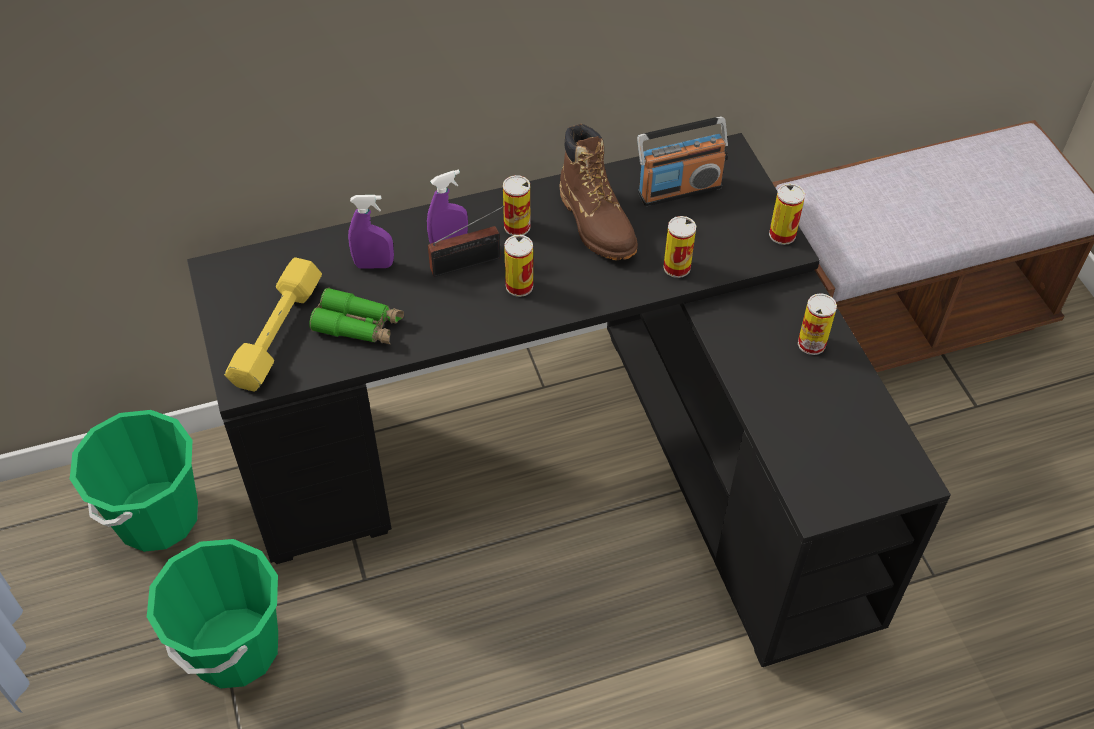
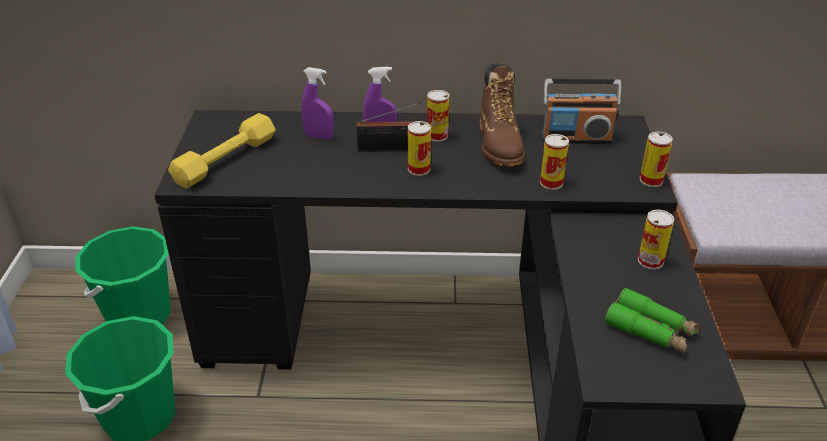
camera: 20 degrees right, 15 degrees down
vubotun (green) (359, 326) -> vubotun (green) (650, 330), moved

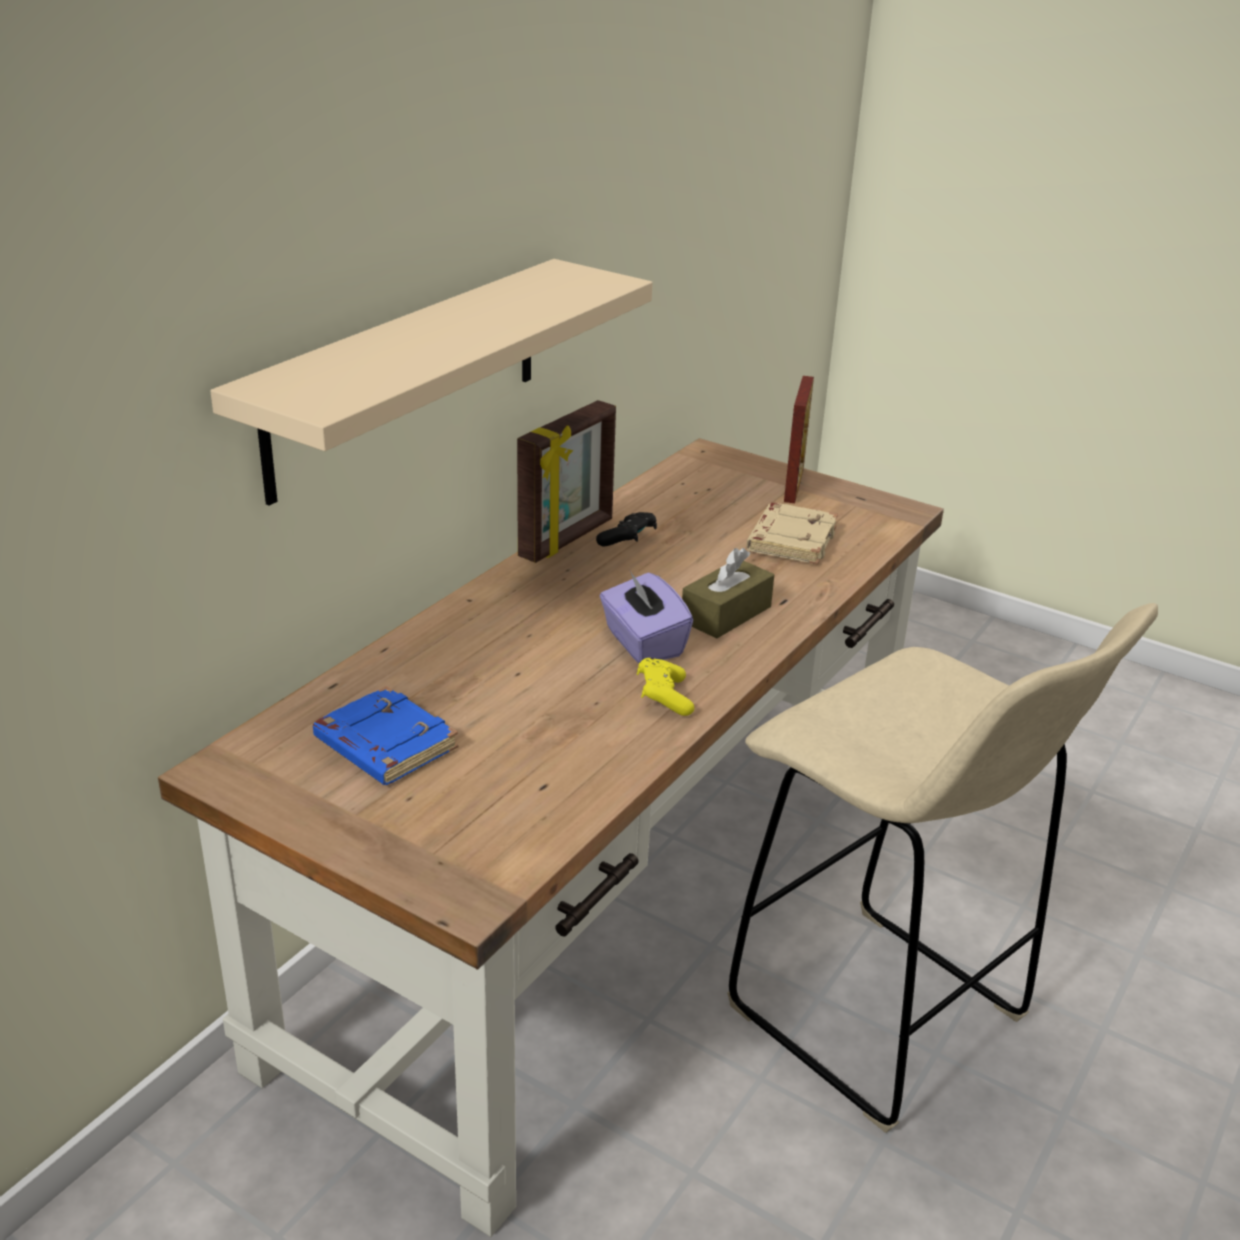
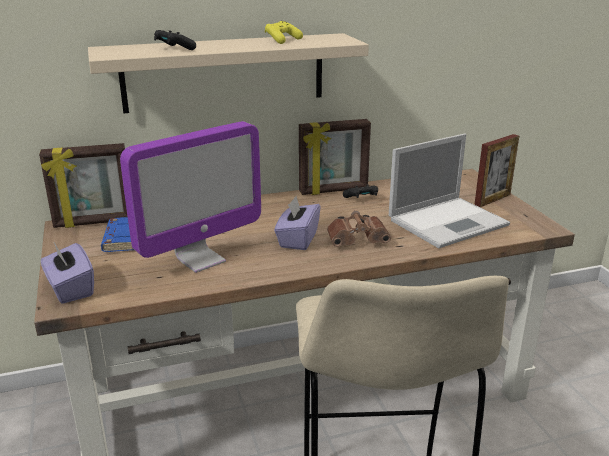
camera: 40 degrees right, 5 degrees down
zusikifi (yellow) (663, 698) -> zusikifi (yellow) (282, 40), moved
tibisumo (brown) (726, 614) -> vubotun (brown) (359, 241)
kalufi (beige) (790, 540) -> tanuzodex (449, 222)
none -> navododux (94, 223)
none -> tibisumo (purple) (70, 289)
none -> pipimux (200, 260)
none -> zusikifi (black) (174, 49)

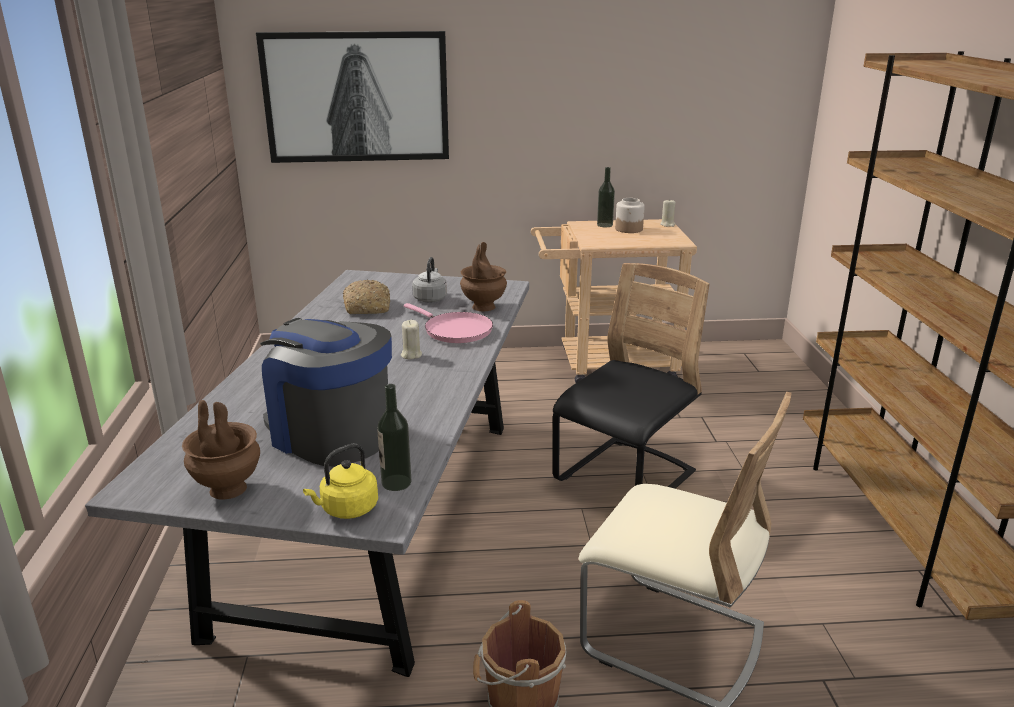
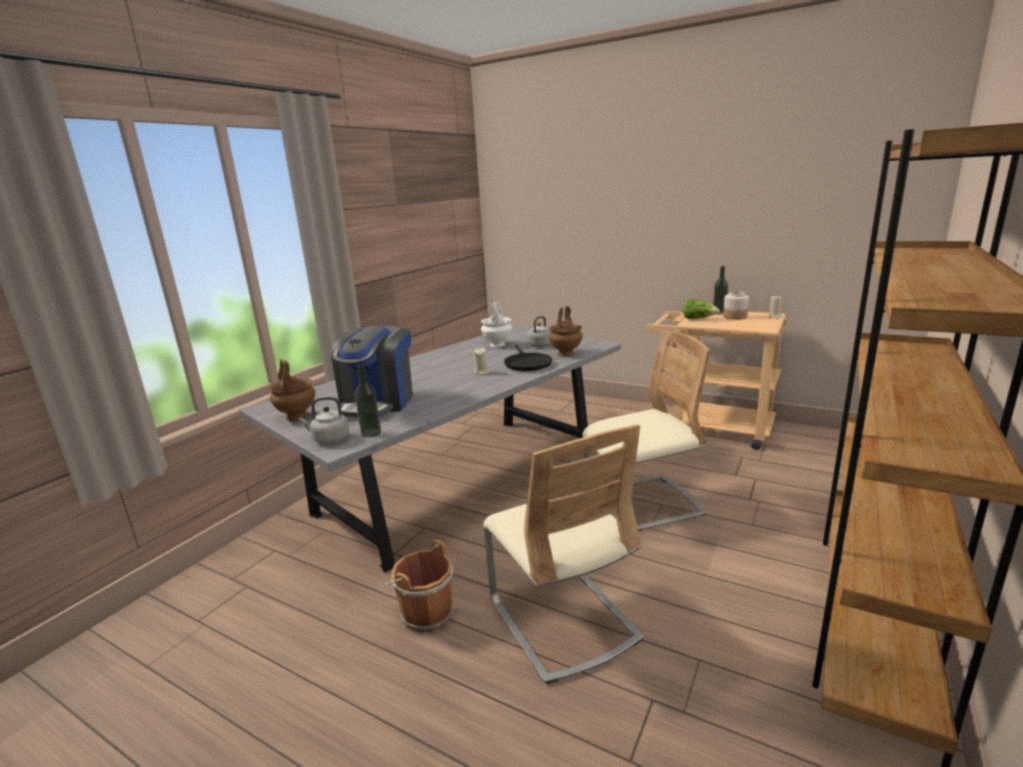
camera: 35 degrees right, 5 degrees down
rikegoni (356, 97) -> none
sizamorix (330, 434) -> sizamorix (378, 403), 150 degrees counterclockwise
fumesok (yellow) (347, 509) -> fumesok (grey) (329, 439)
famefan (368, 307) -> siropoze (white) (497, 345)
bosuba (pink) (455, 330) -> bosuba (black) (527, 364)
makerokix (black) (624, 479) -> makerokix (beige) (643, 504)
none -> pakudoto (698, 318)

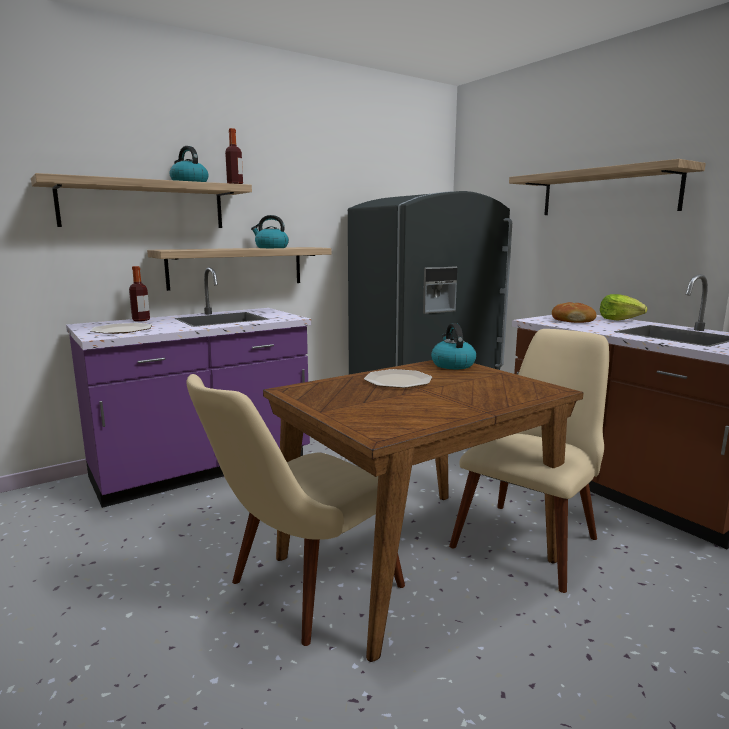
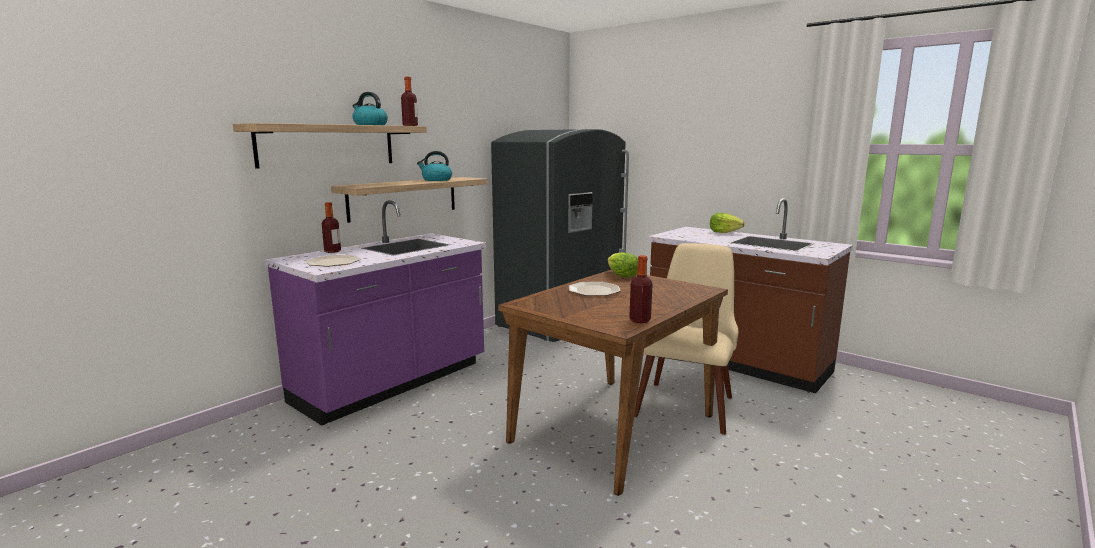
camera: 15 degrees left, 0 degrees up
makerokix (beige) (299, 593) -> none
fumesok (452, 365) -> pakudoto (621, 275)
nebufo (608, 192) -> none
famefan (572, 320) -> none
none -> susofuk (640, 320)

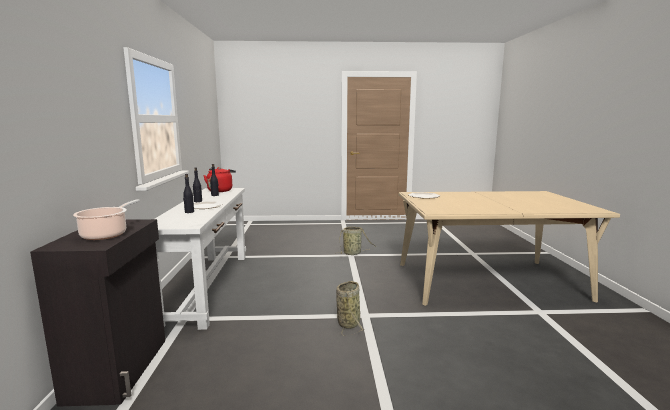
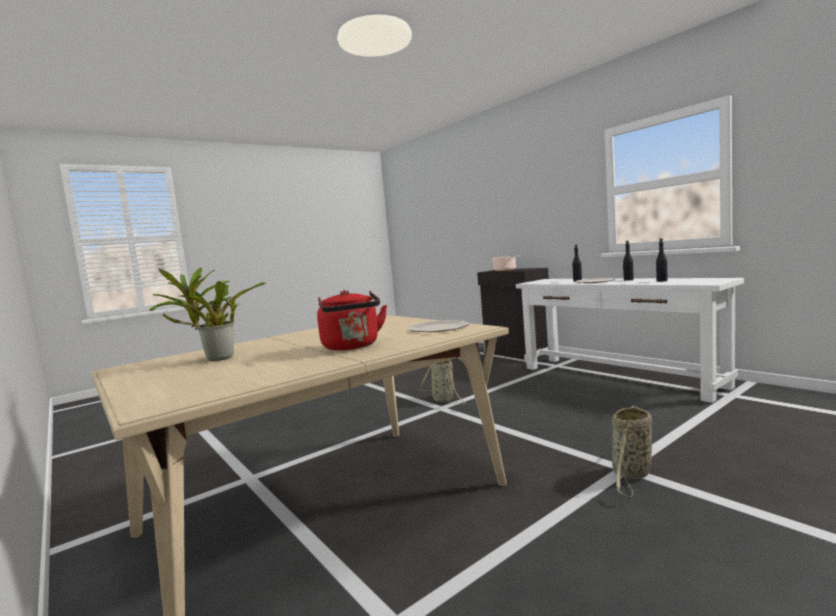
camera: 145 degrees right, 5 degrees down
fumesok (red) (220, 190) -> fumesok (red) (352, 347), moved
none -> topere (216, 359)

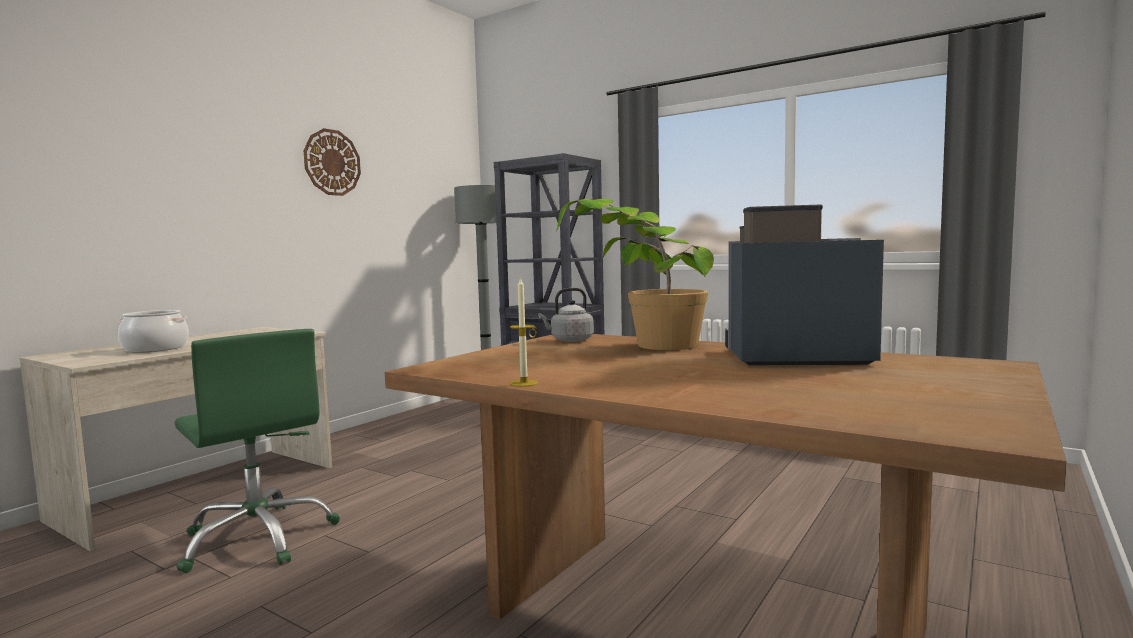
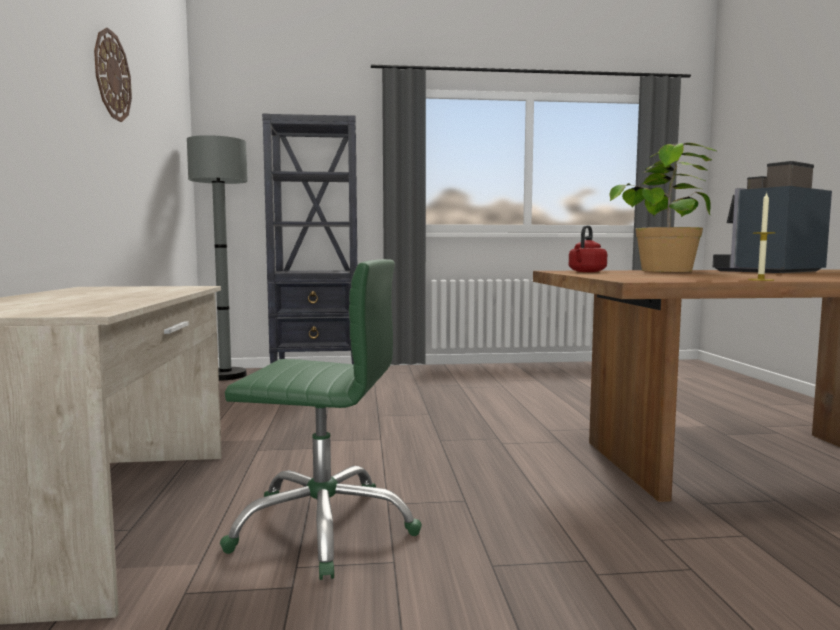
camera: 40 degrees left, 0 degrees up
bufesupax (155, 349) -> none
fumesok (grey) (569, 340) -> fumesok (red) (586, 271)

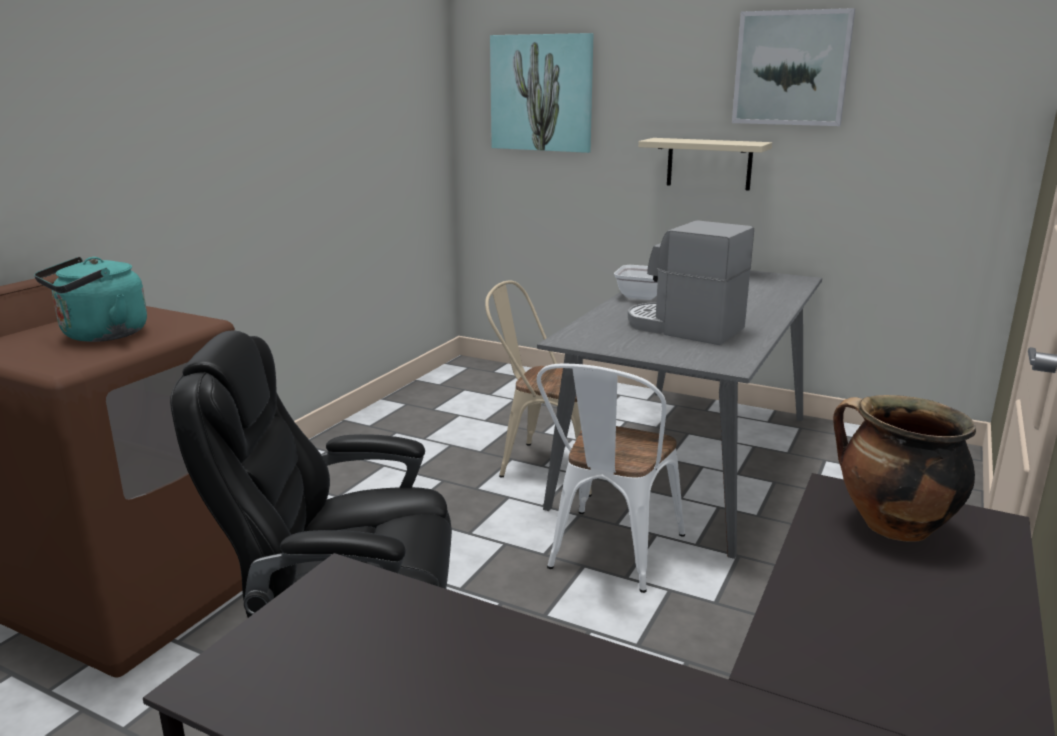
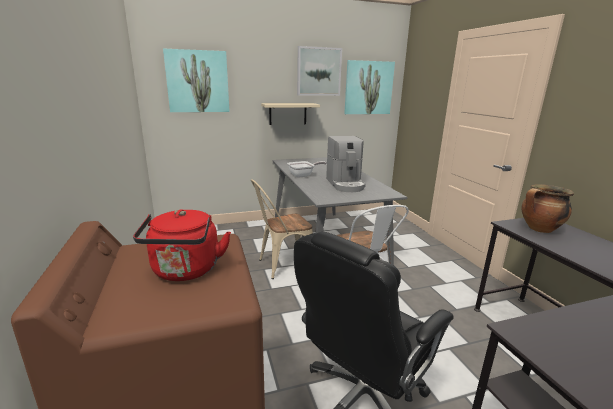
camera: 45 degrees left, 0 degrees up
fumesok (turquoise) (100, 335) -> fumesok (red) (185, 271)
sizamorix (683, 328) -> sizamorix (345, 184), 90 degrees counterclockwise
none -> rikegoni (368, 88)

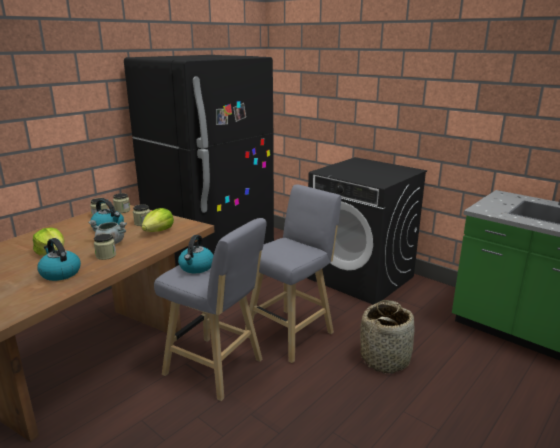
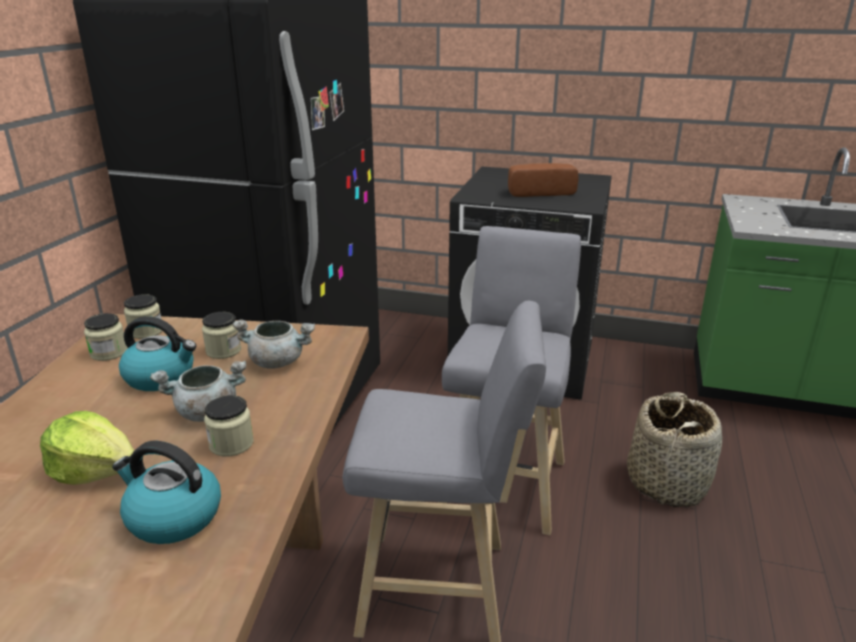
camera: 25 degrees left, 5 degrees up
pakudoto (158, 231) -> bufesupax (grey) (278, 361)
fumesok (196, 267) -> none
none -> famefan (539, 192)

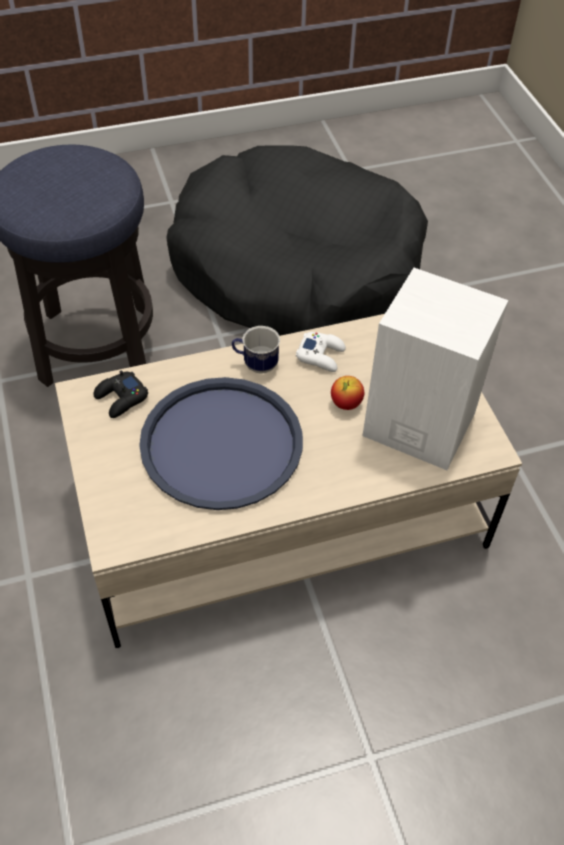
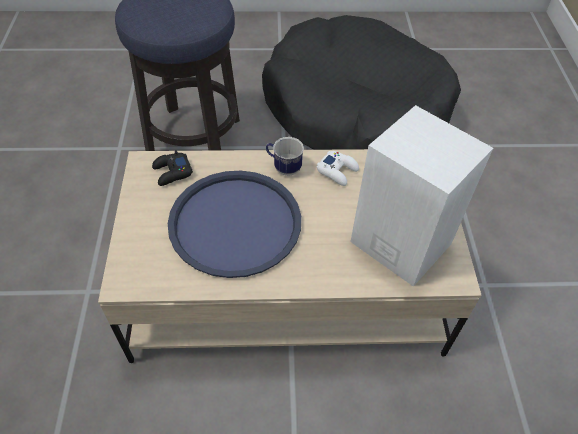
camera: 15 degrees right, 0 degrees up
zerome (346, 404) -> none

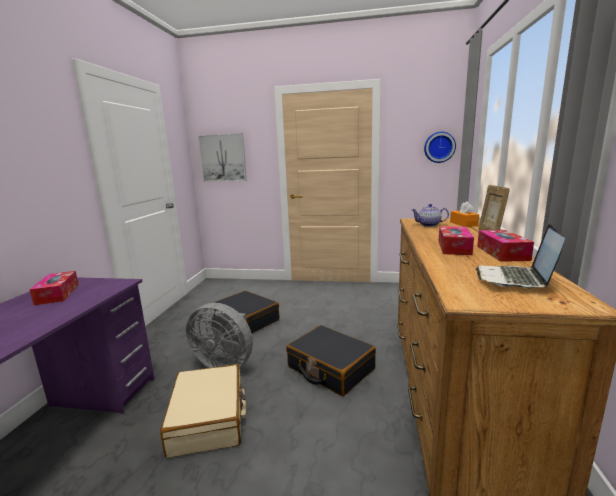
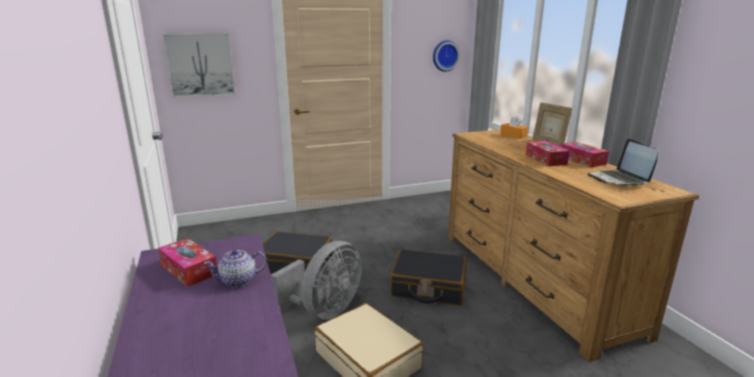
camera: 30 degrees left, 5 degrees up
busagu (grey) (225, 363) -> busagu (grey) (324, 310), 45 degrees counterclockwise
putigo (429, 225) -> putigo (238, 281), moved

